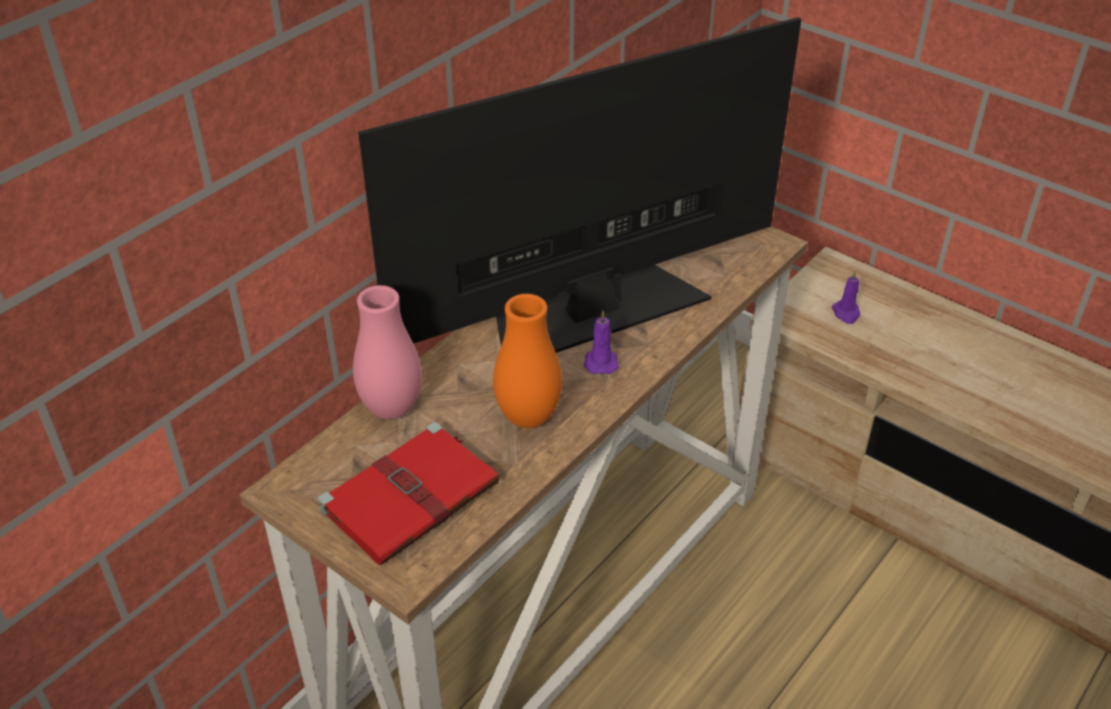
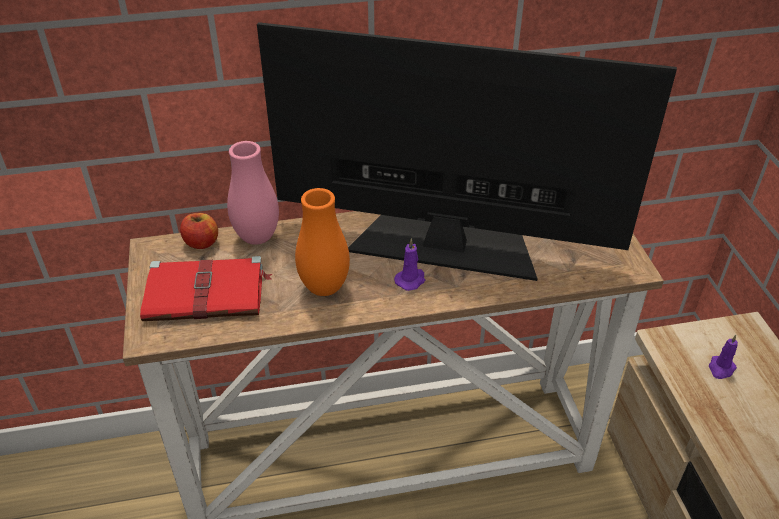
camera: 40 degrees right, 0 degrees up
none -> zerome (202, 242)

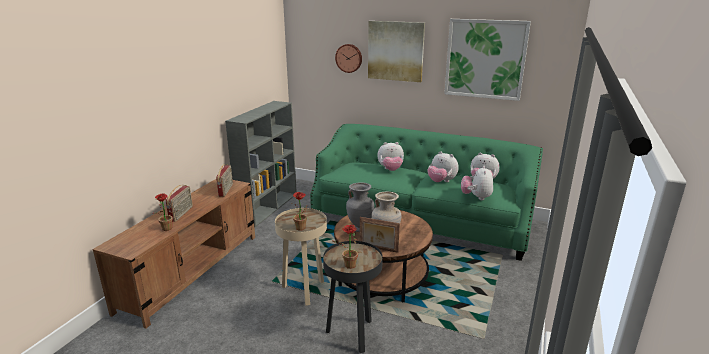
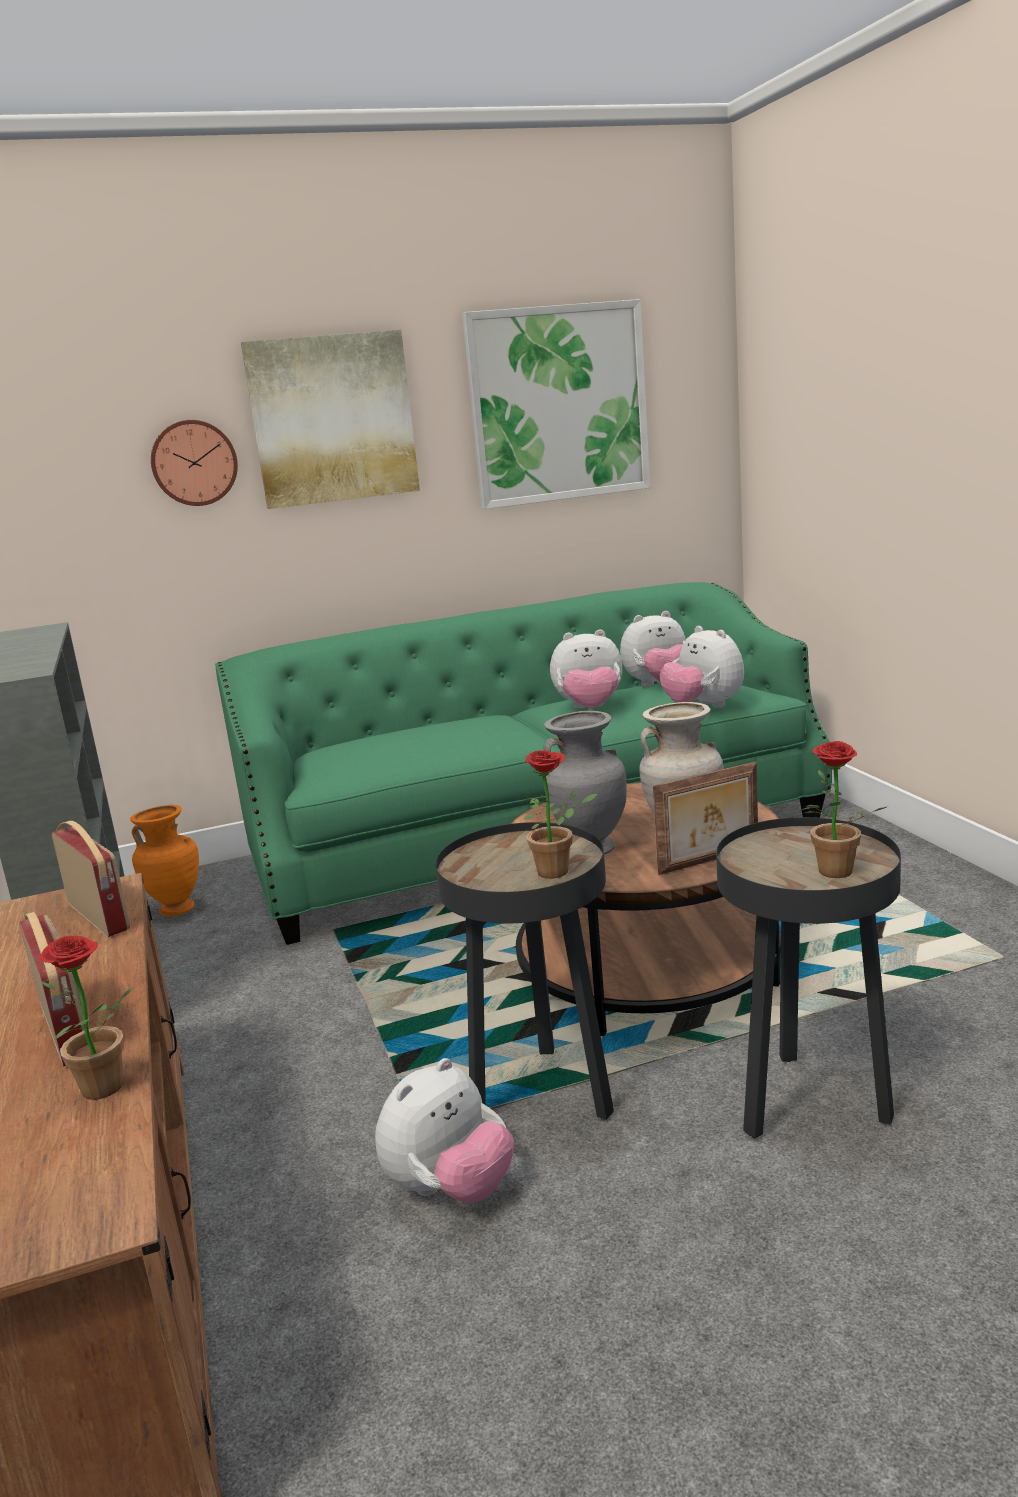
camera: 40 degrees left, 5 degrees down
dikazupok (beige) (304, 291) -> dikazupok (black) (542, 1094)
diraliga (390, 170) -> diraliga (450, 1189), moved
none -> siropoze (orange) (177, 909)

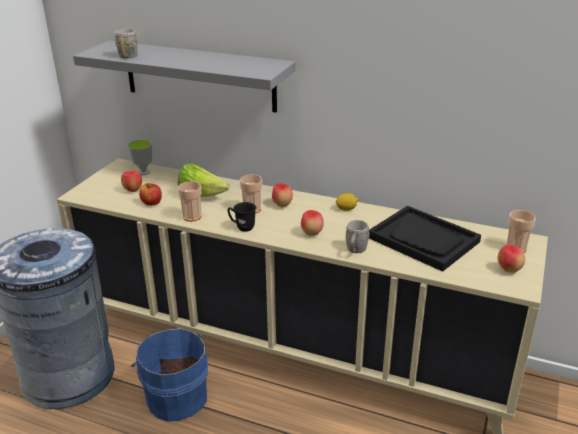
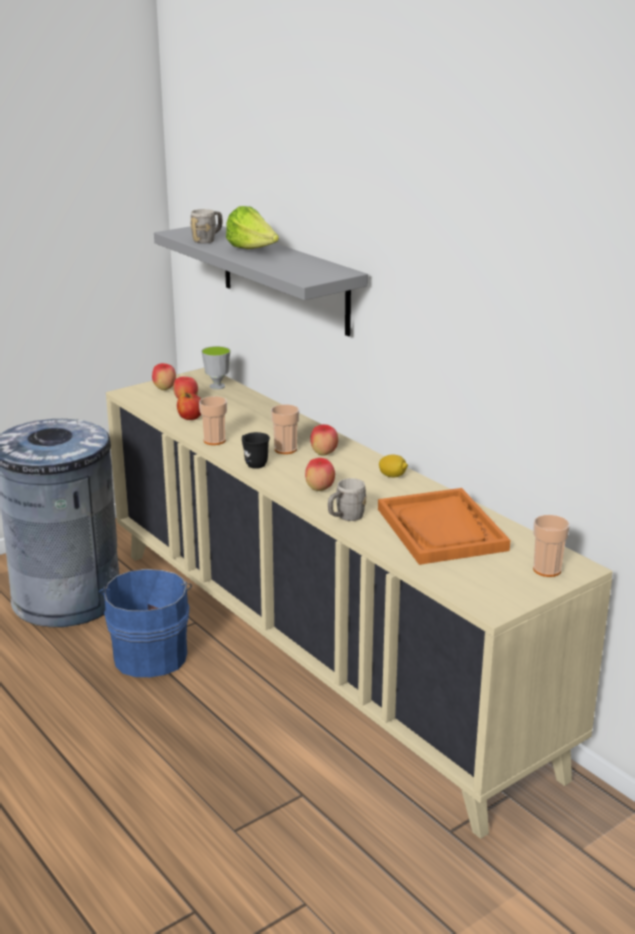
camera: 30 degrees right, 5 degrees down
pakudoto (201, 195) -> pakudoto (253, 250), moved
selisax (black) (423, 240) -> selisax (orange) (441, 529)
zerome (509, 270) -> zerome (165, 389), moved

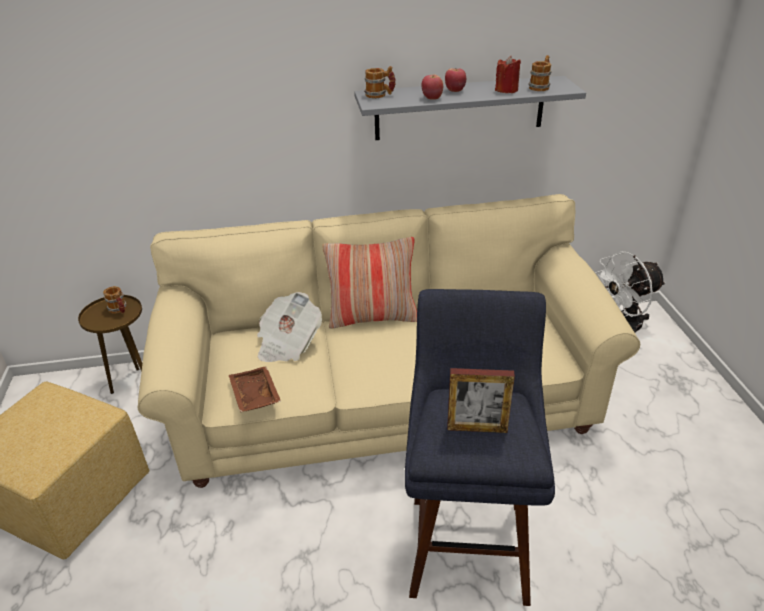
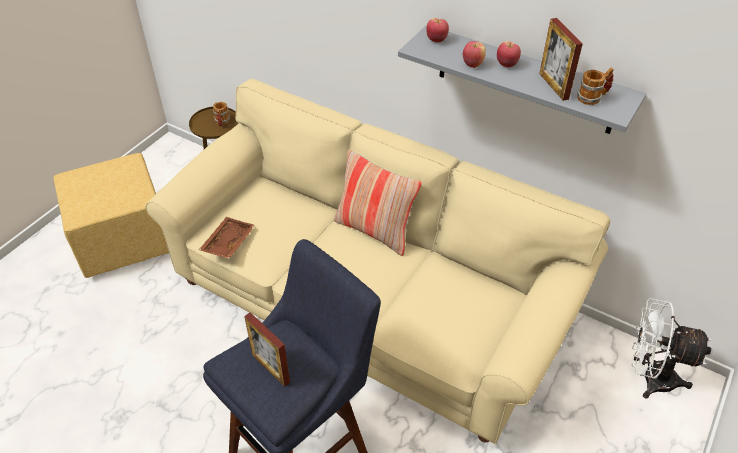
camera: 40 degrees right, 10 degrees up
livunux (288, 343) -> none
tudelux (380, 95) -> zerome (436, 40)
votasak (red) (506, 90) -> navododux (553, 86)

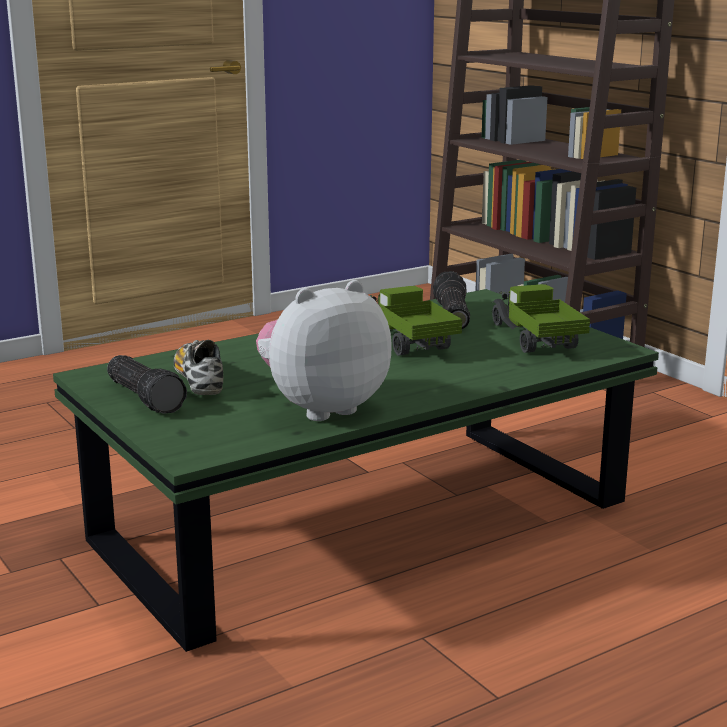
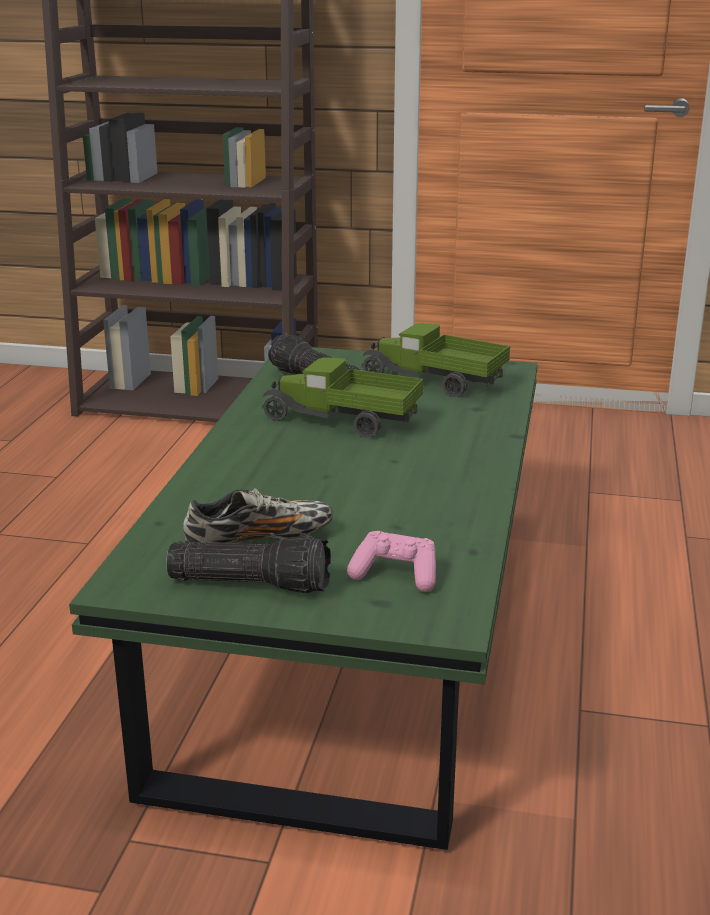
camera: 45 degrees left, 5 degrees up
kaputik (199, 381) -> kaputik (259, 540), 135 degrees clockwise
diraliga (322, 408) -> none
none -> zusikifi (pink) (396, 575)

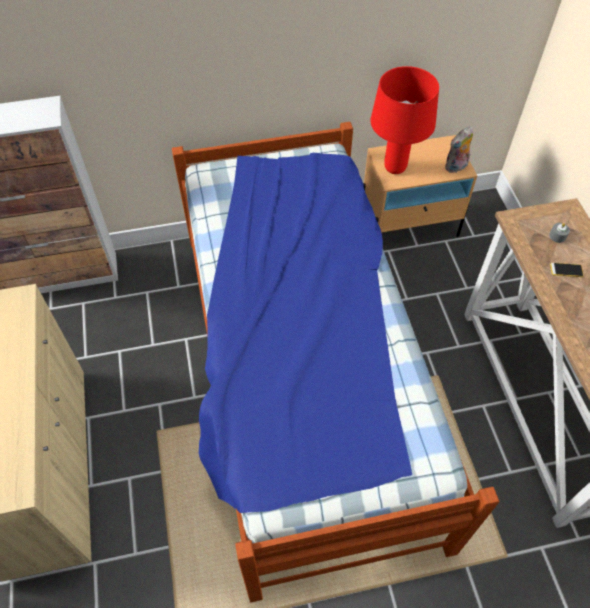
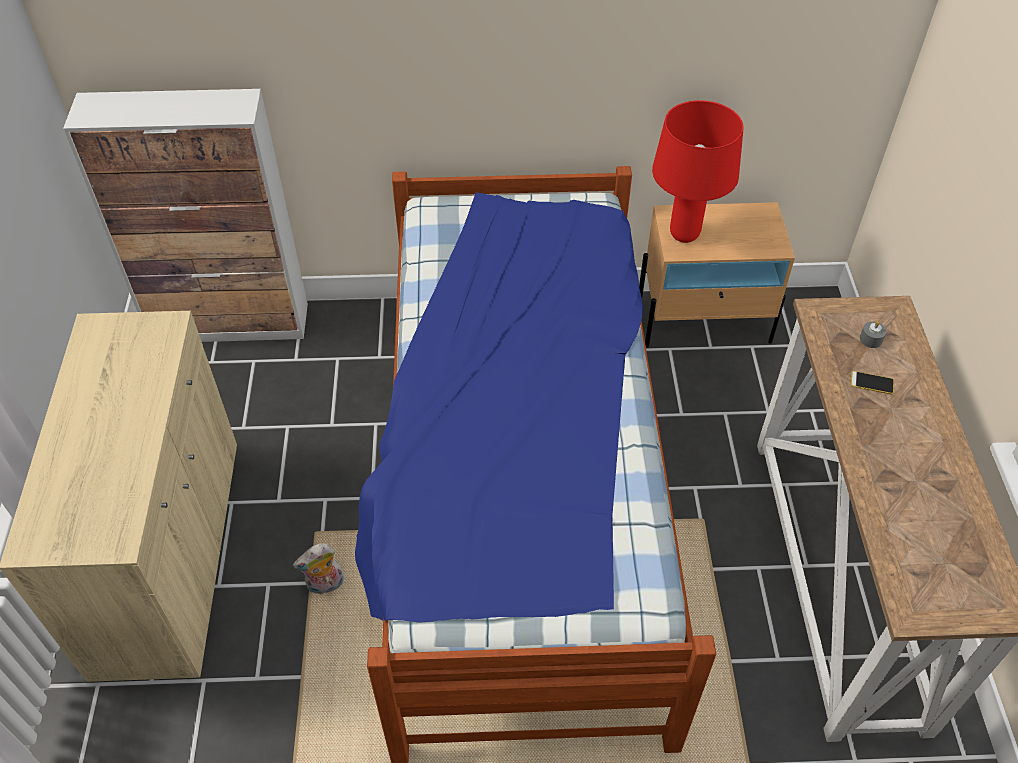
camera: 10 degrees right, 5 degrees down
diraliga (456, 167) -> diraliga (325, 586), moved

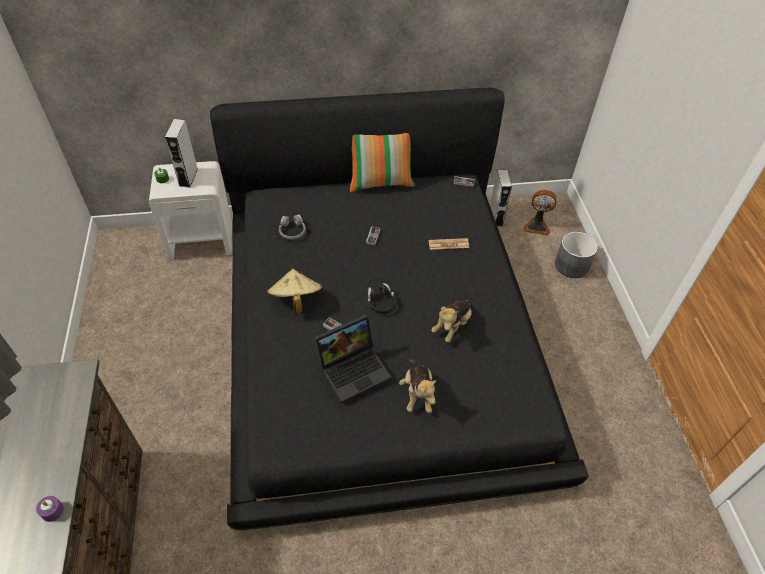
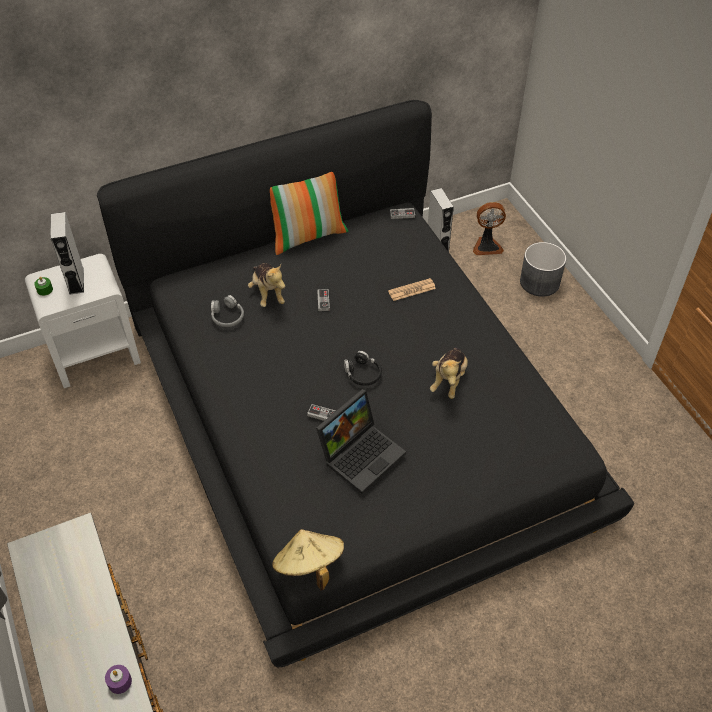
camera: 15 degrees left, 0 degrees up
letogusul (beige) (295, 300) -> letogusul (beige) (309, 566), moved
diraliga (417, 393) -> diraliga (267, 293), moved

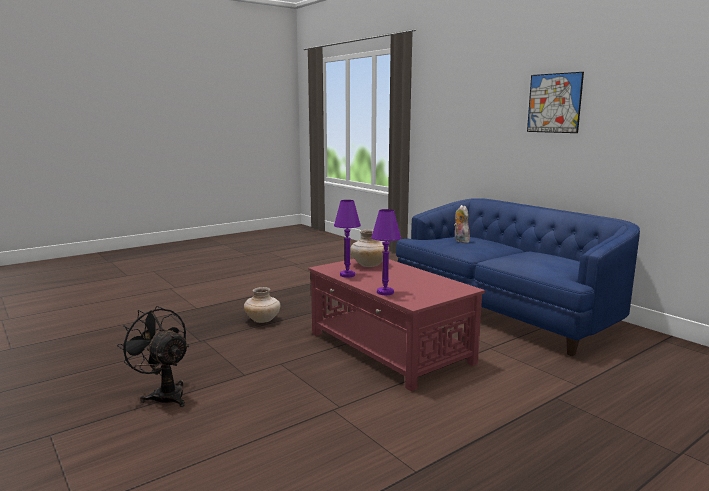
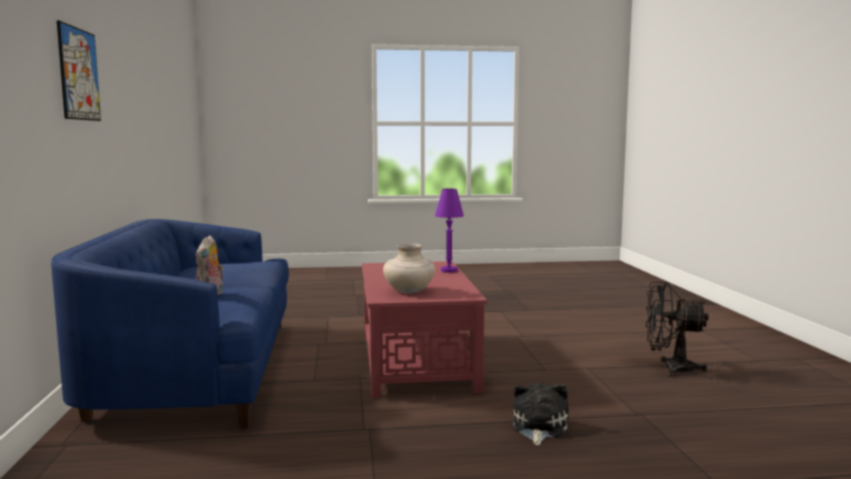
camera: 150 degrees left, 5 degrees down
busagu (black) (164, 394) -> busagu (black) (670, 368), 120 degrees clockwise
siropoze (beige) (263, 320) -> diraliga (538, 427)
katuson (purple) (347, 275) -> none

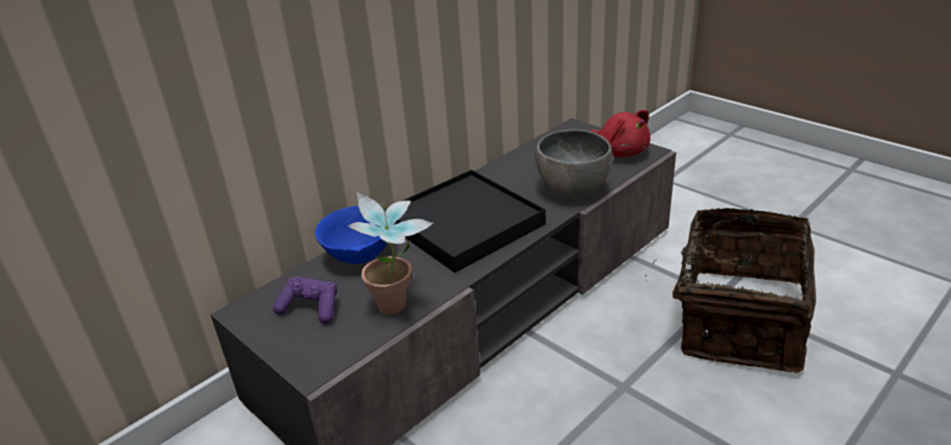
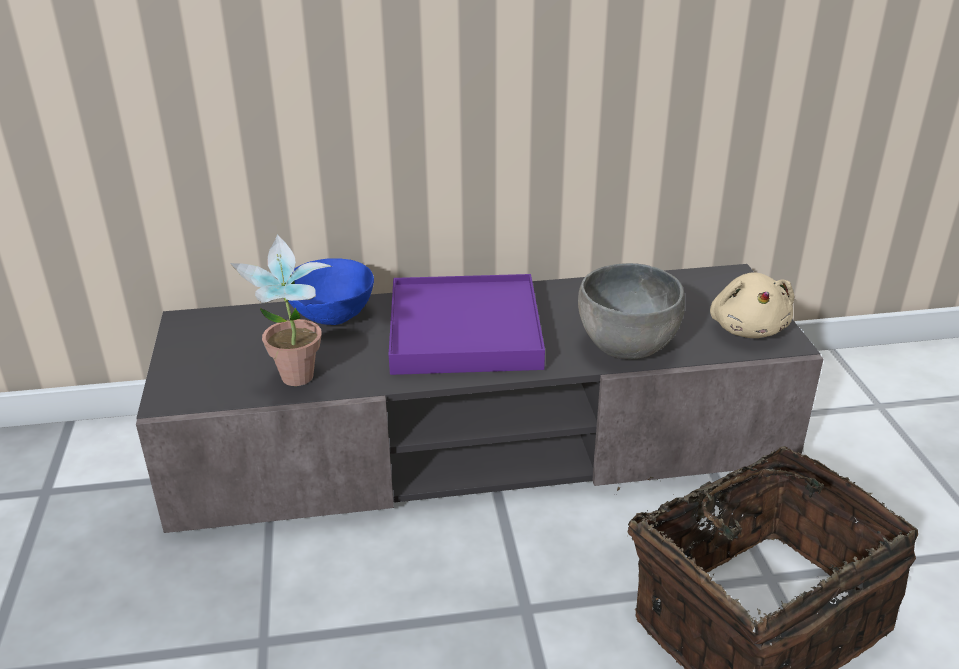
camera: 35 degrees right, 0 degrees up
zusikifi (purple) (311, 308) -> none
selisax (black) (464, 224) -> selisax (purple) (465, 330)
diraliga (red) (620, 152) -> diraliga (beige) (748, 328)

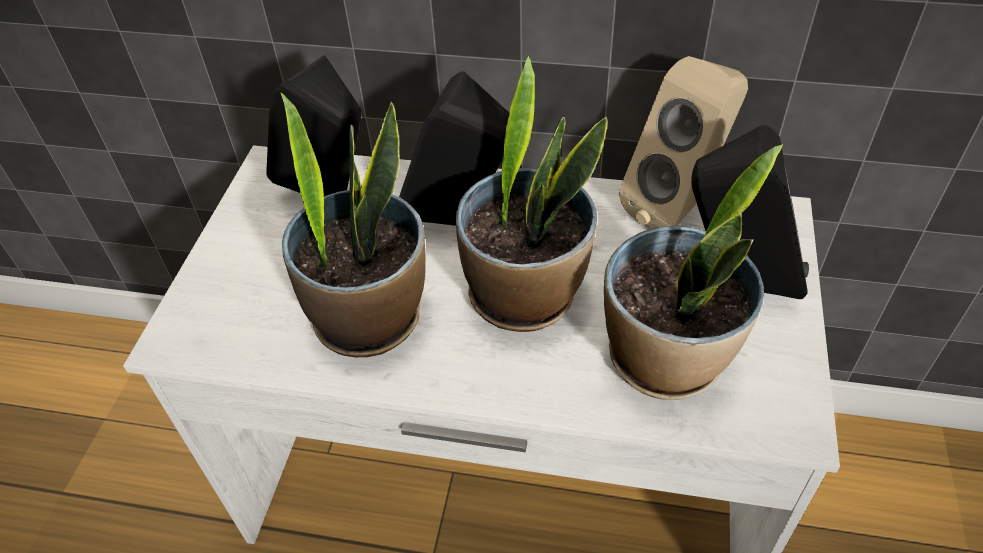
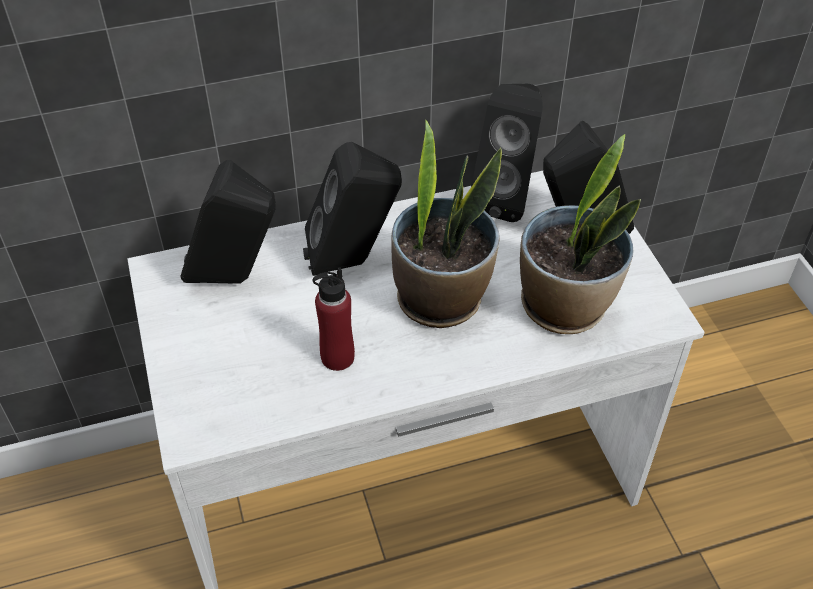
camera: 30 degrees left, 0 degrees up
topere (369, 317) -> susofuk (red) (337, 357)
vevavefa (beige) (677, 209) -> vevavefa (black) (507, 198)

